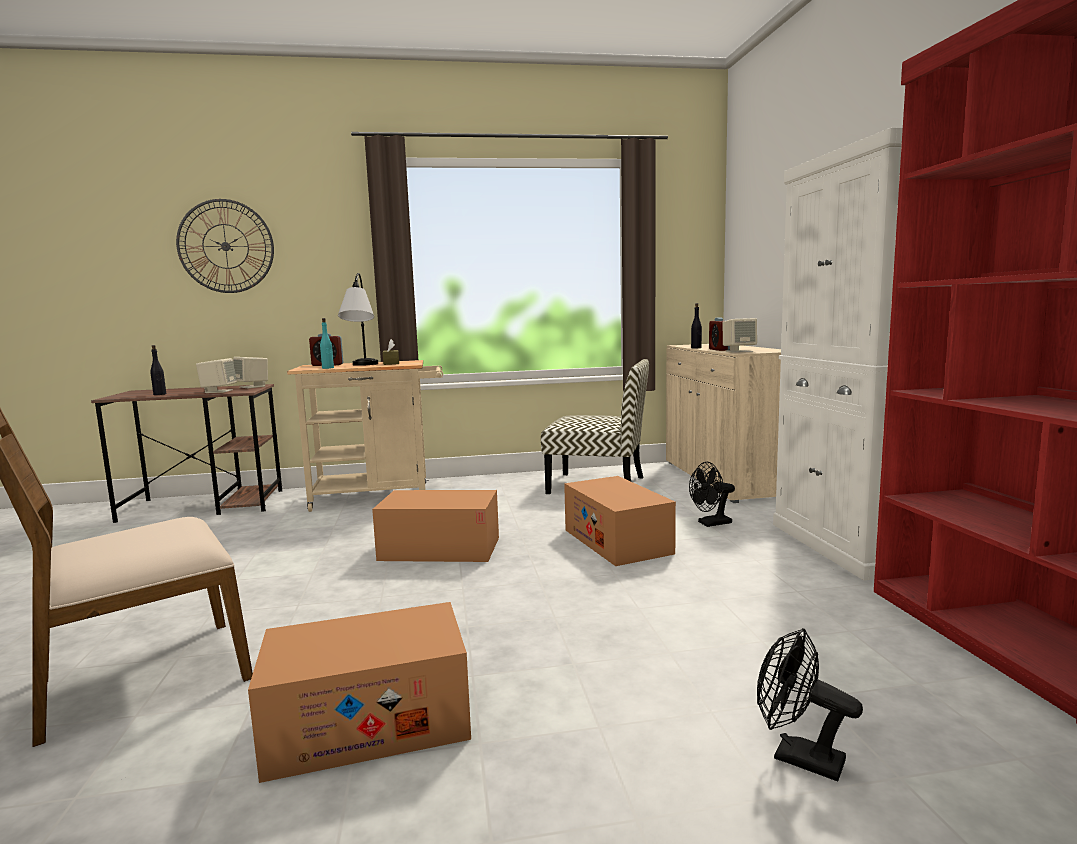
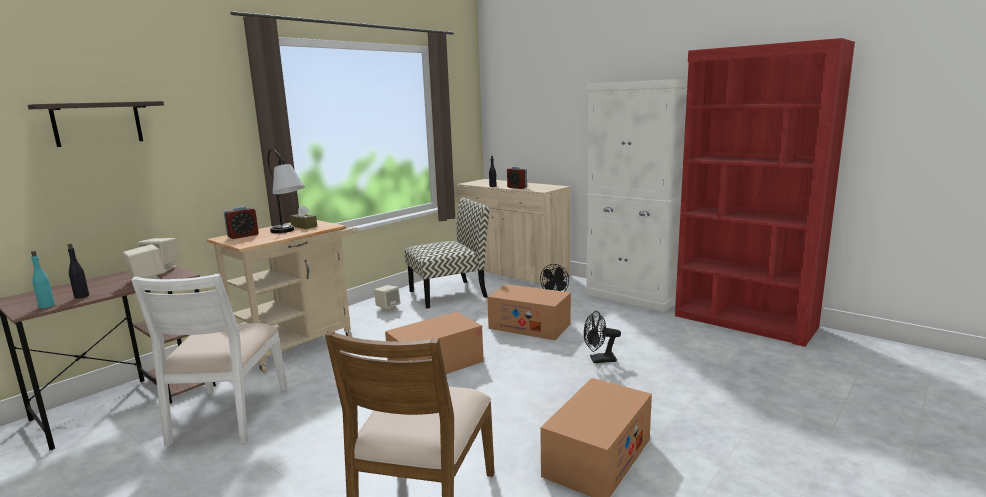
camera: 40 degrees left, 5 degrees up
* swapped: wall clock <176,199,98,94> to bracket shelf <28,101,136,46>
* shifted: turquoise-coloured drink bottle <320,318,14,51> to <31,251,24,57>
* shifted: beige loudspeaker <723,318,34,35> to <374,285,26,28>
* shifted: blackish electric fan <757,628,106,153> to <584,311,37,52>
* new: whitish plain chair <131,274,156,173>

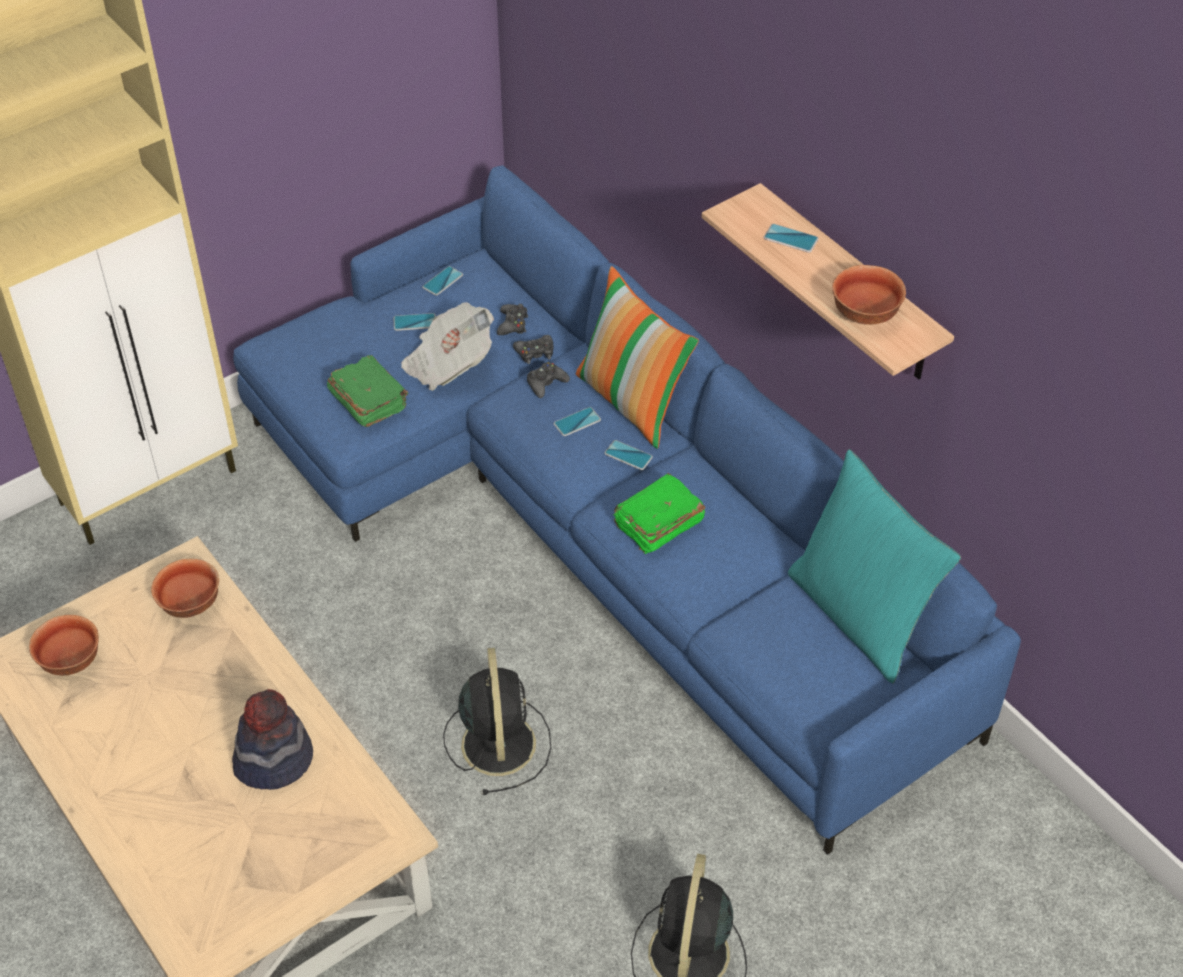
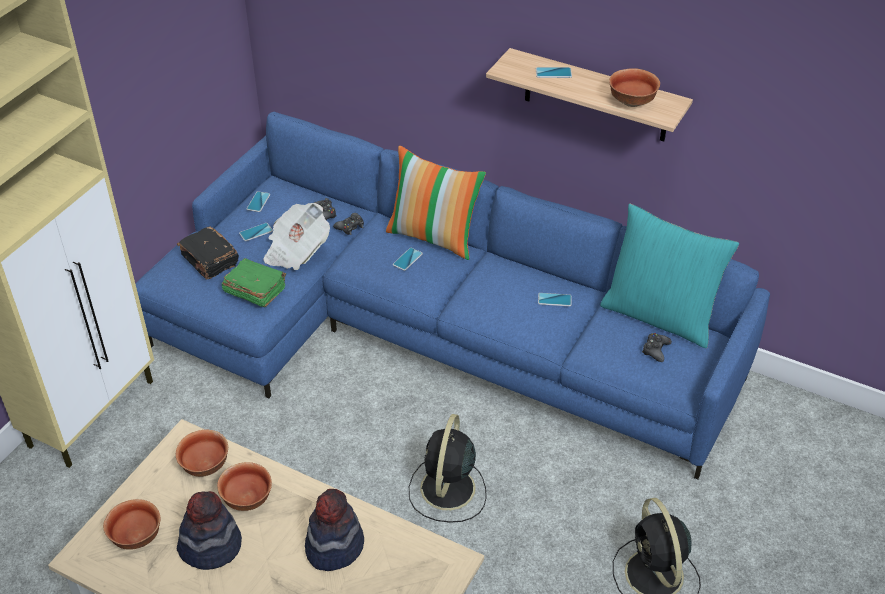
camera: 25 degrees left, 5 degrees down
* rotated: blackish electric fan <443,648,108,147> = <409,414,78,109> 135 degrees counterclockwise
* shifted: blackish joypad <527,362,43,36> to <642,333,30,29>
* shifted: phone <604,440,49,30> to <538,293,34,13>
* gone: green-coloured bound book <614,473,91,81>
* new: blackish bound book <177,227,62,53>
* new: hat <177,491,65,79>
* new: bowl <217,462,55,49>

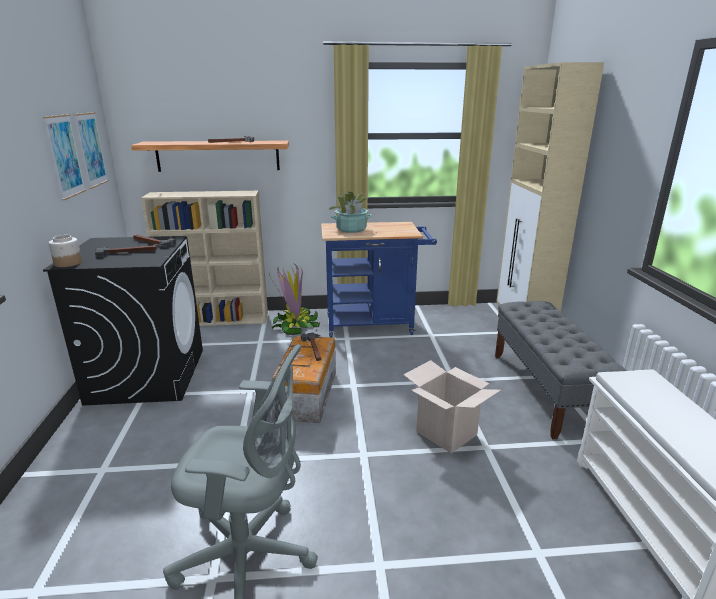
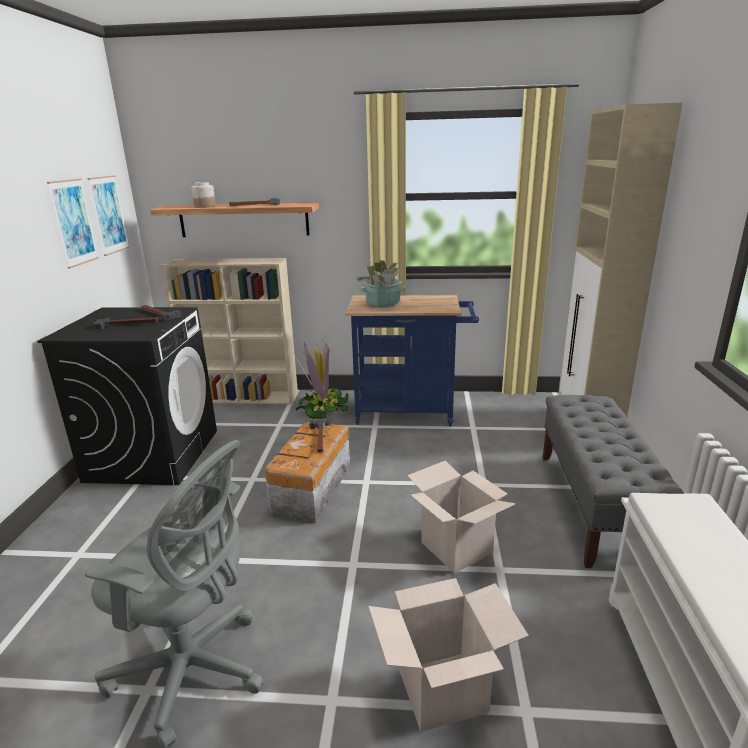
camera: 10 degrees right, 0 degrees up
* shifted: storage jar <49,235,33,32> to <191,182,25,26>
* new: cardboard box <368,578,161,154>

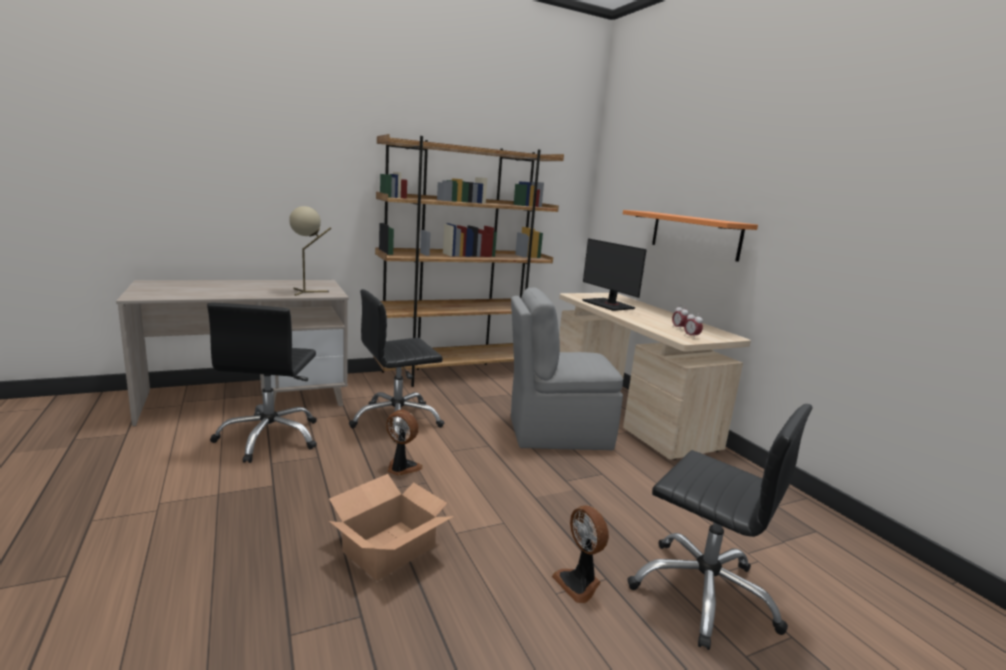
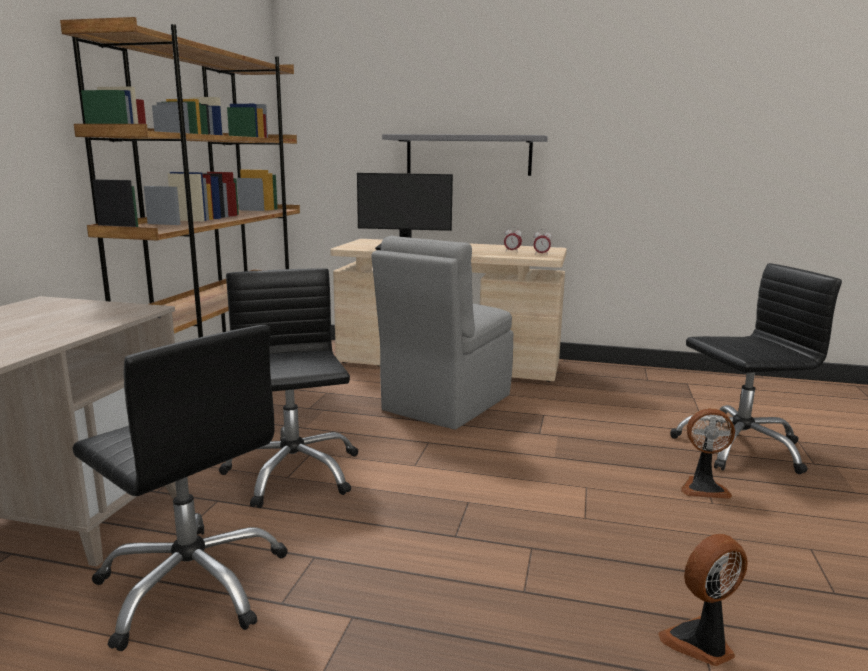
camera: 50 degrees left, 0 degrees up
* gone: beige lamp for a table <289,206,42,90>
* gone: cardboard box <329,474,125,107>
* rotated: blackish office chair <349,289,95,153> = <219,268,139,240> 150 degrees clockwise
* shifted: electric fan <386,410,37,66> to <658,534,90,132>
* repainted: orange-coloured bracket shelf <623,210,135,52> to gray bracket shelf <382,134,166,42>

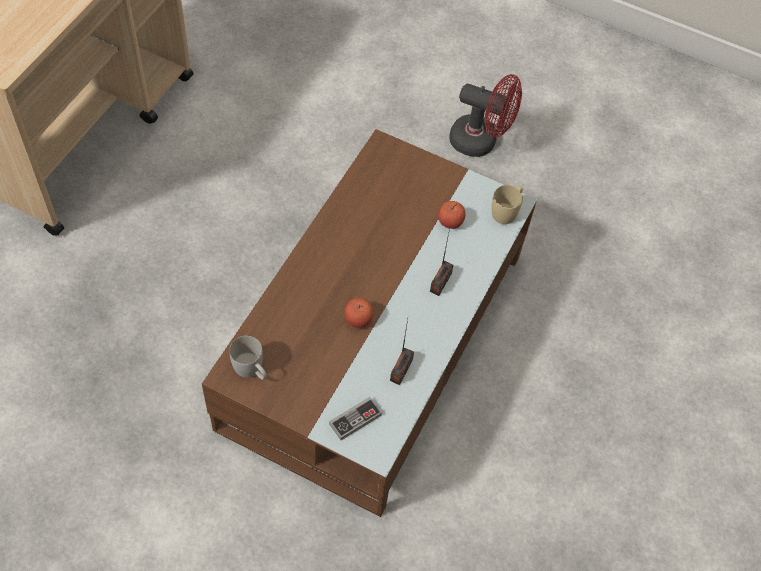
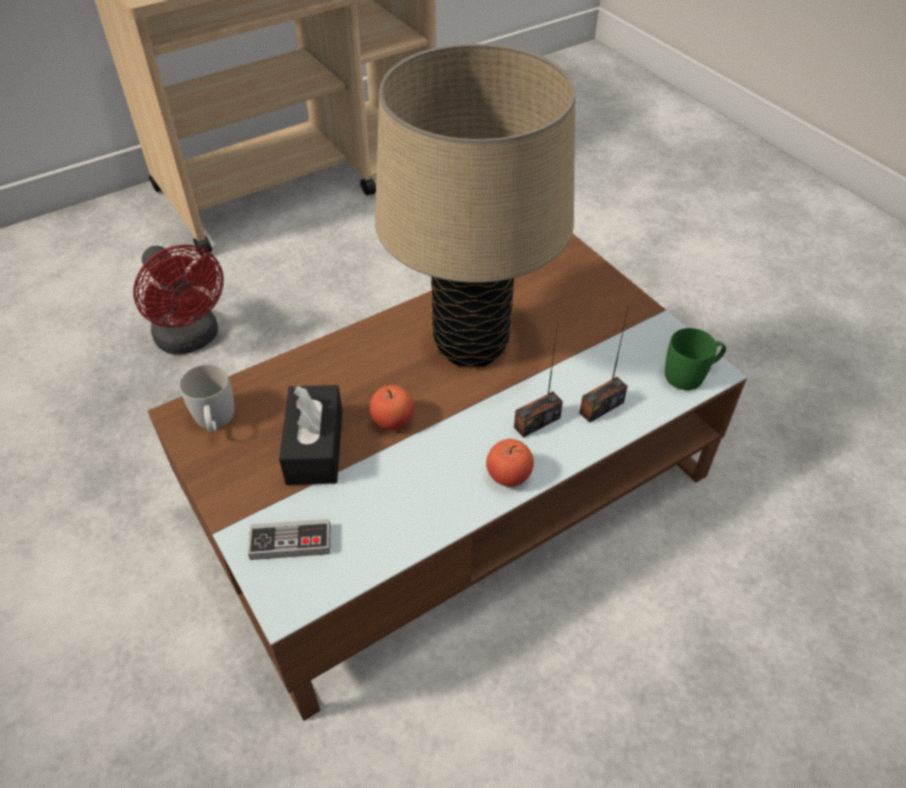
camera: 35 degrees right, 10 degrees down
* shifted: radio set <390,319,24,66> to <579,309,49,114>
* shifted: whole apple <438,201,27,28> to <486,439,48,48>
* shifted: red electric fan <449,74,73,83> to <133,244,91,110>
* repainted: beige mug <492,185,31,39> to green-coloured mug <665,328,61,62>
* new: blackish box of tissues <279,385,63,100>
* new: beige lamp for a table <375,43,200,324>

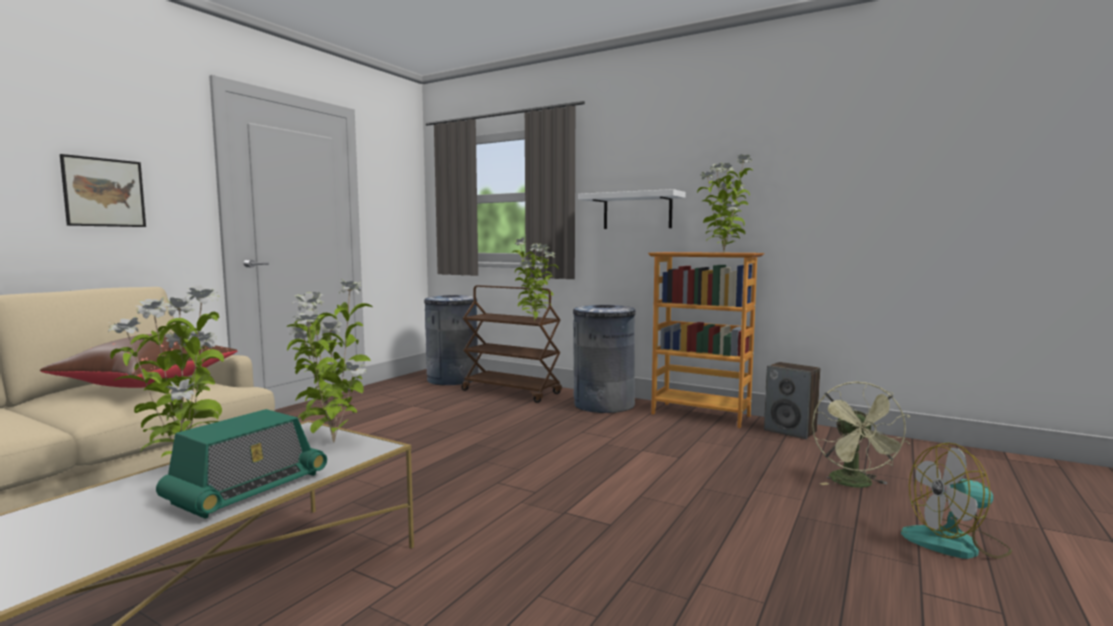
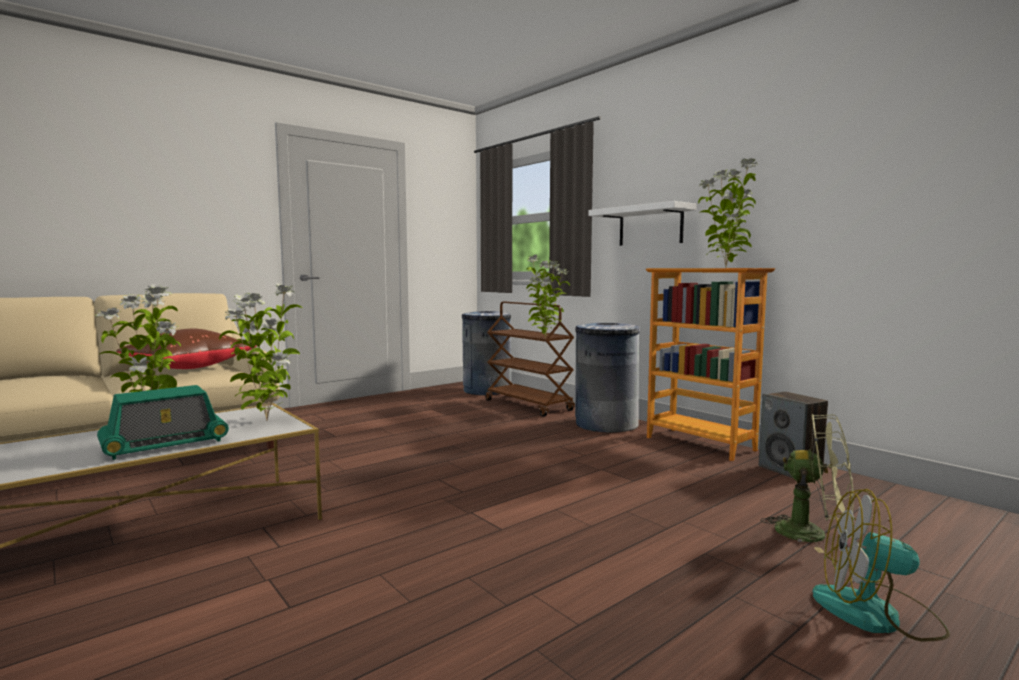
camera: 20 degrees right, 0 degrees up
* gone: wall art <60,154,86,73>
* rotated: green-coloured electric fan <812,381,98,107> = <760,414,94,139> 90 degrees counterclockwise

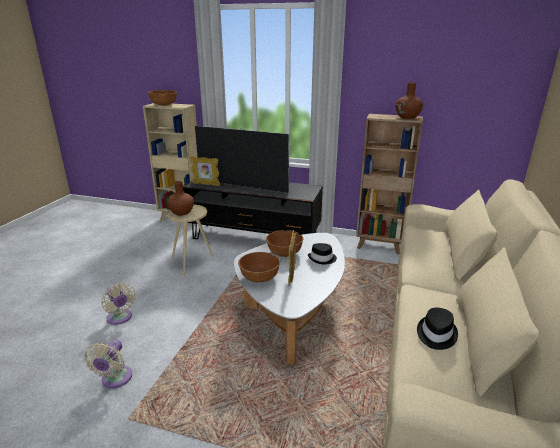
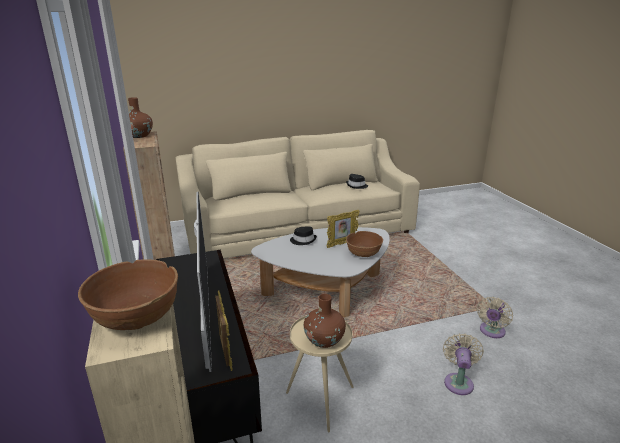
camera: 125 degrees left, 0 degrees up
* rotated: beige electric fan <84,339,48,49> = <477,297,36,41> 150 degrees clockwise
* gone: brown-coloured bowl <266,230,37,27>

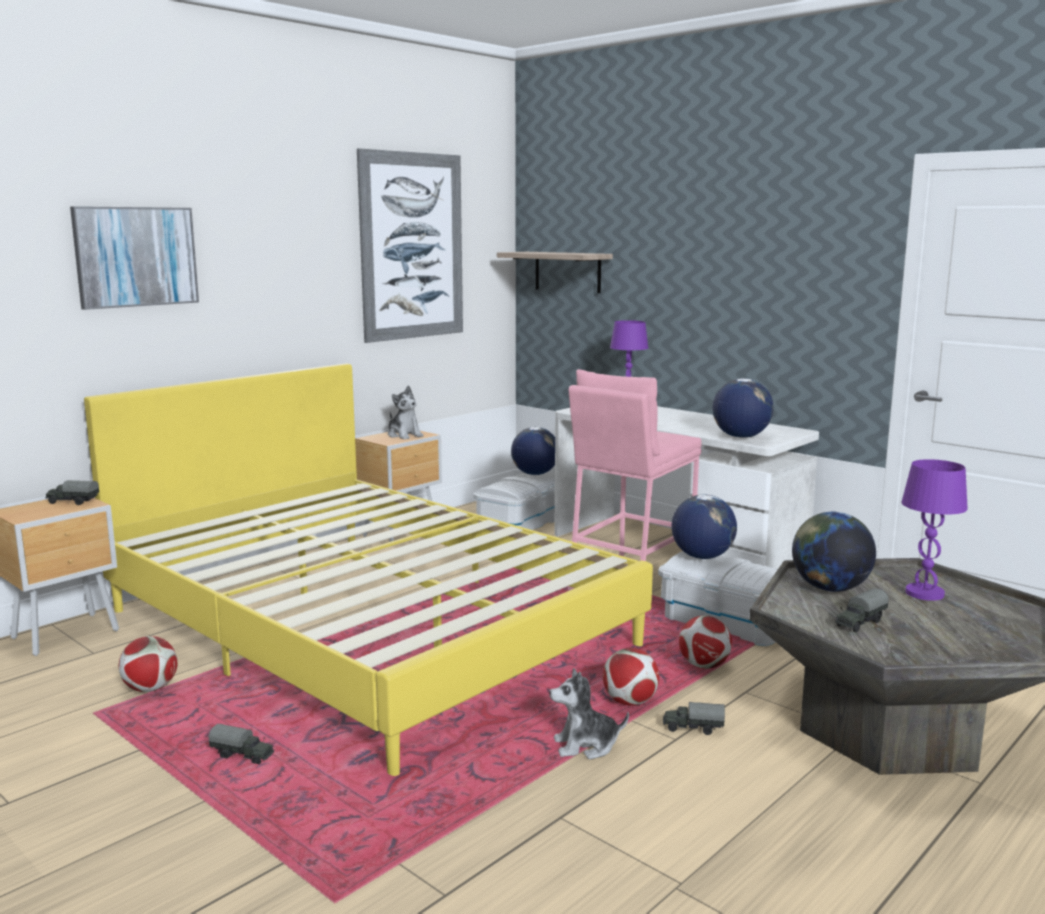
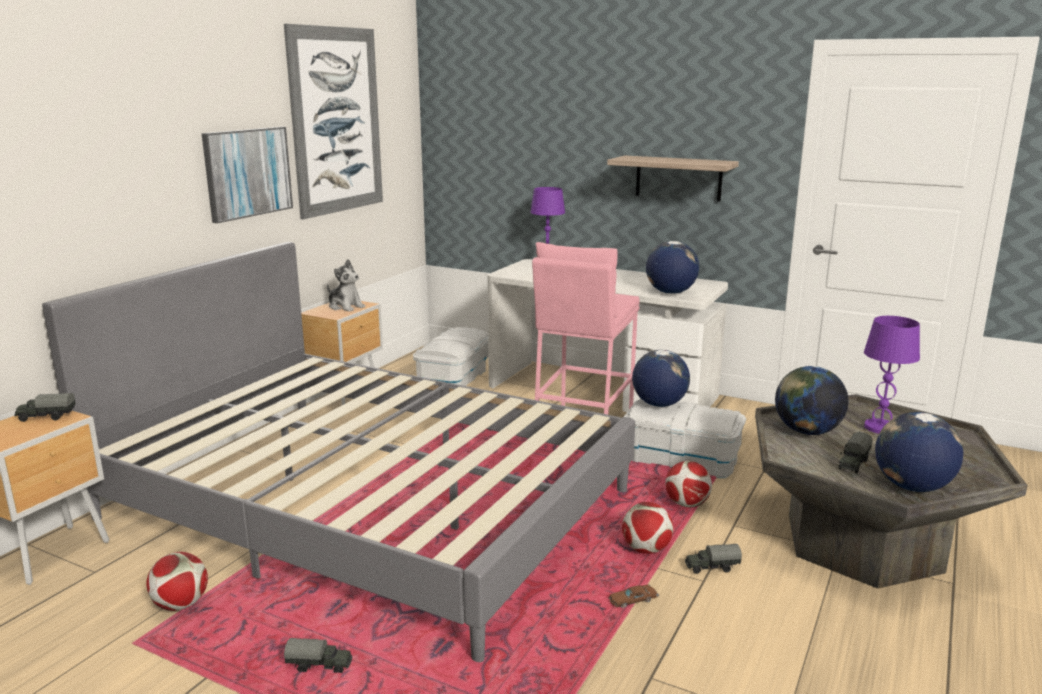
camera: 15 degrees left, 5 degrees up
* shifted: wall art <70,206,129,104> to <202,127,91,96>
* repainted: yellow-coloured bedroom bed <84,363,569,413> to gray bedroom bed <42,242,593,420>
* shifted: bracket shelf <497,252,116,41> to <607,155,132,46>
* shifted: world globe <511,427,44,48> to <875,412,88,80>
* swapped: plush toy <549,668,80,92> to brown-coloured miniature car <608,585,51,23>

